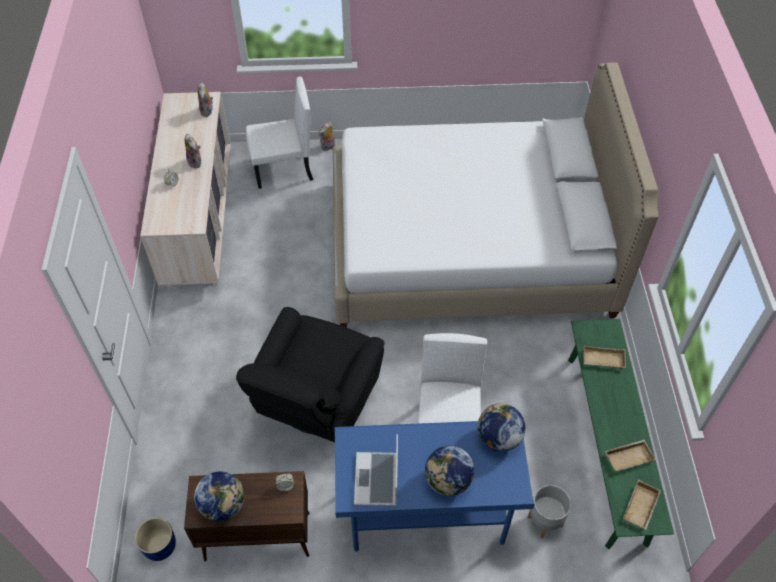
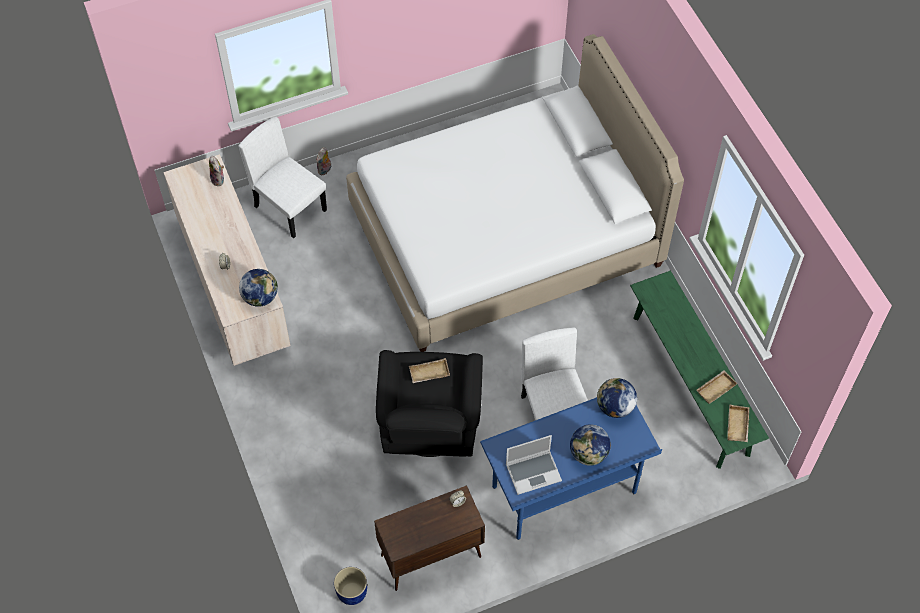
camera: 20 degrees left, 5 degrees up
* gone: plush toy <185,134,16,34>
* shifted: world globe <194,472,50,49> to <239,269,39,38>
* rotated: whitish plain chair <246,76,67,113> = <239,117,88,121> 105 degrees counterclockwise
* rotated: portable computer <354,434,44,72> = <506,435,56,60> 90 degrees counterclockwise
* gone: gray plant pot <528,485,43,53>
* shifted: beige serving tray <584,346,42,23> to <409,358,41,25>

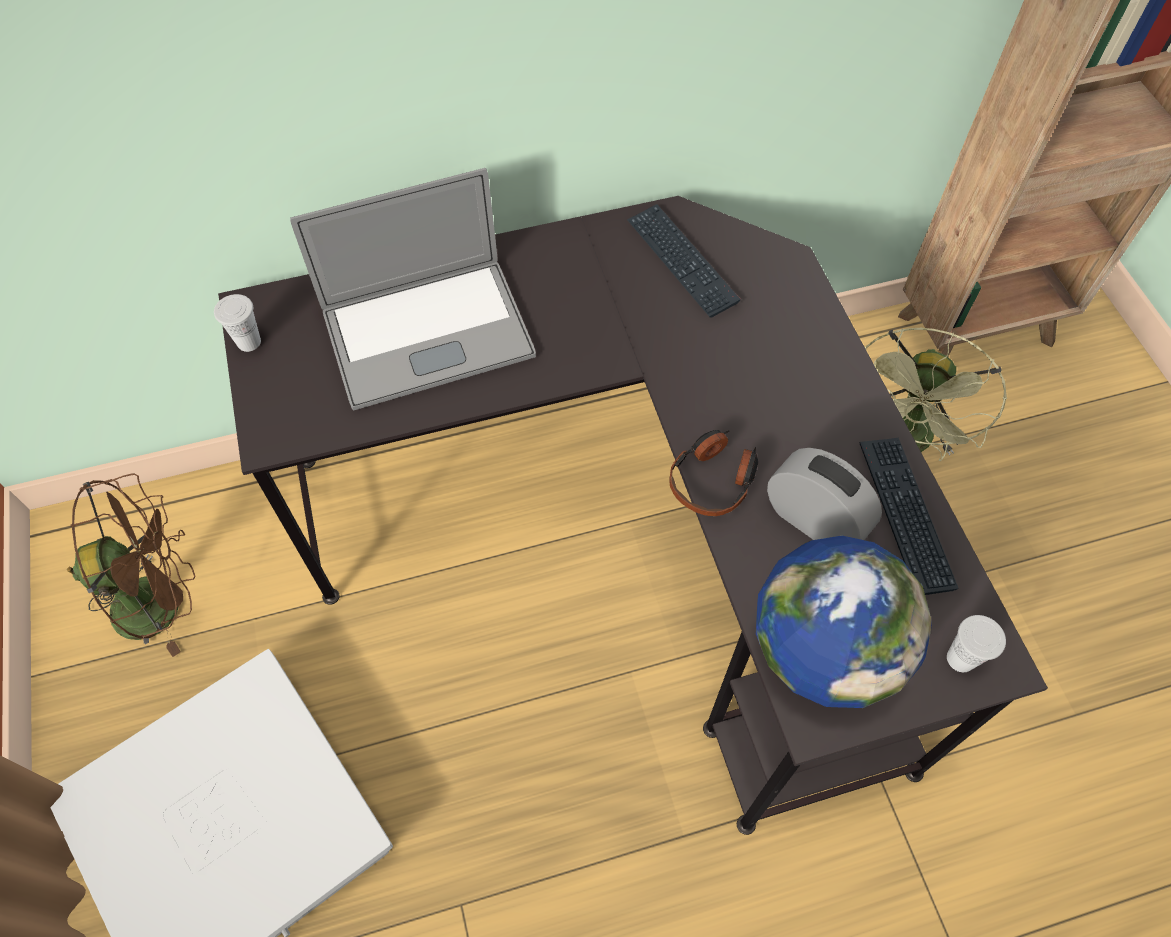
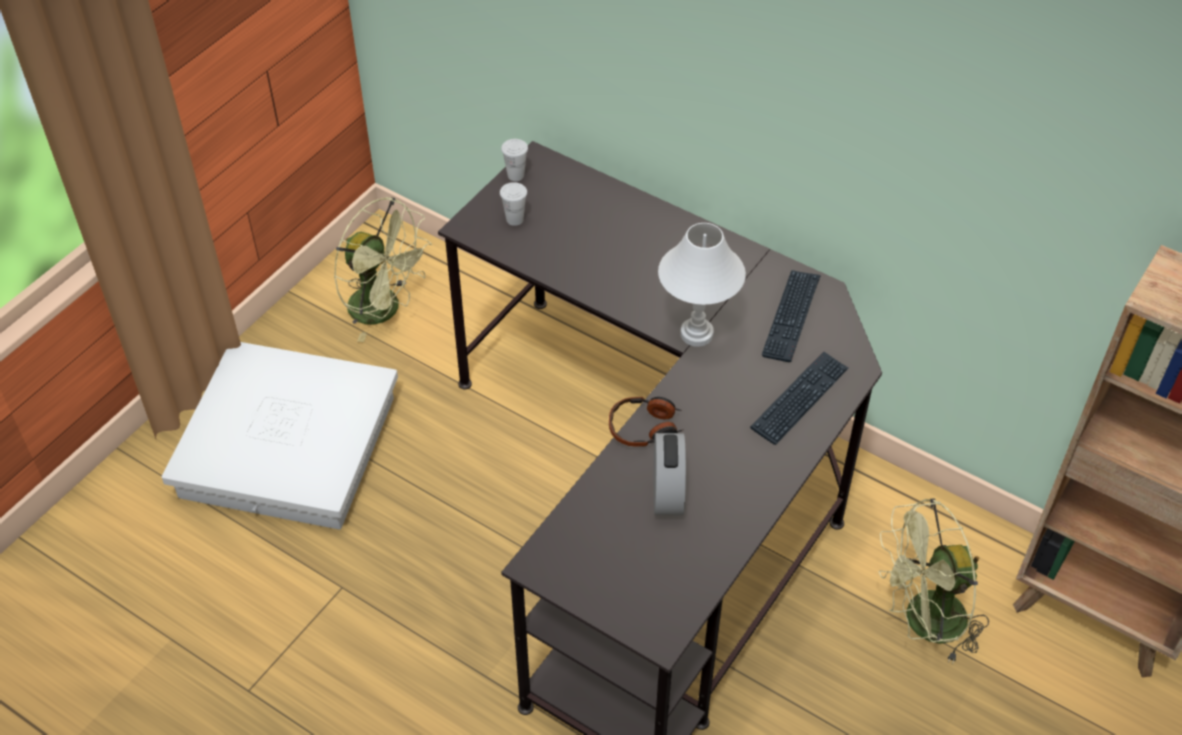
camera: 50 degrees right, 10 degrees down
* repainted: brown-coloured electric fan <67,474,129,183> to green-coloured electric fan <334,197,98,145>
* gone: portable computer <290,168,246,243>
* gone: world globe <756,536,176,172>
* shifted: PC keyboard <860,438,99,157> to <750,351,98,94>
* shifted: whitish drinking cup <947,615,59,57> to <500,182,27,44>
* new: whitish lamp for a table <658,223,88,124>

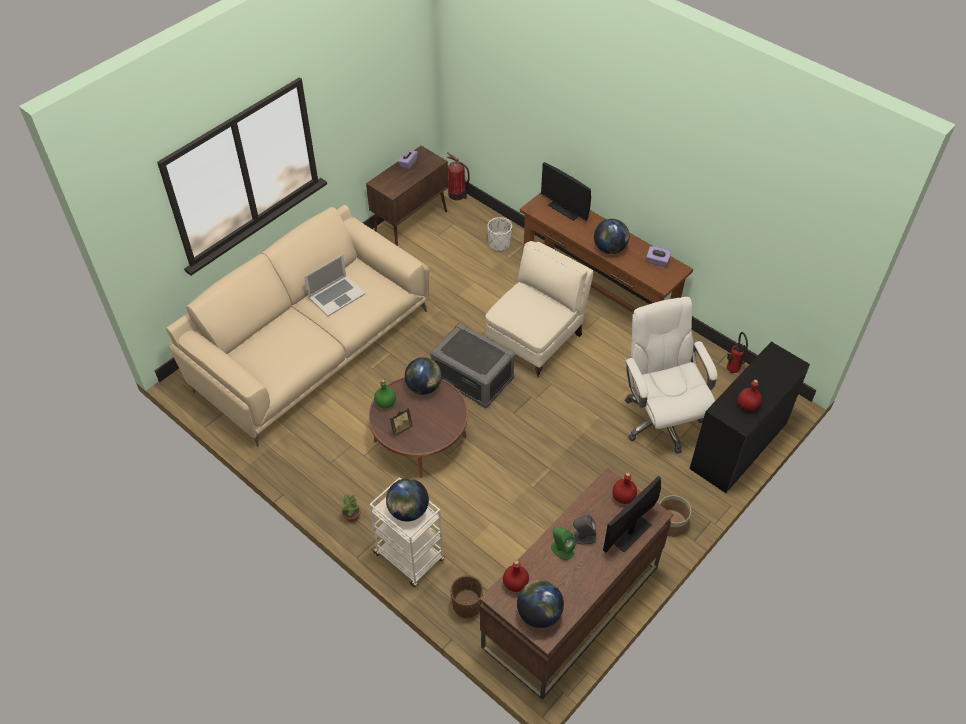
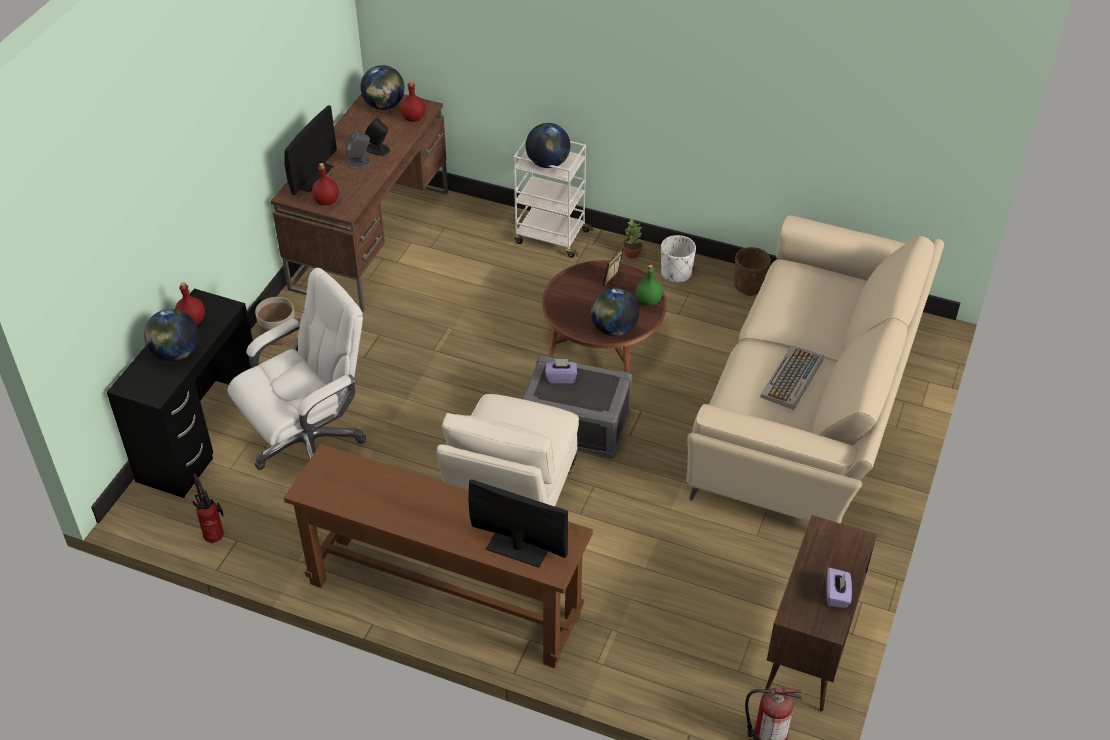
camera: 160 degrees right, 5 degrees down
* swapped: portable computer <304,254,61,63> to PC keyboard <761,345,63,65>
* shifted: brown-coloured plant pot <450,575,33,43> to <734,247,37,49>
* shifted: whitish plant pot <487,217,25,35> to <661,235,35,48>
* repainted: green-coloured loudspeaker <551,527,25,33> to blackish loudspeaker <365,118,25,38>
* shifted: world globe <594,219,35,35> to <144,309,55,52>
* rotated: whitish office chair <624,297,94,157> = <227,267,139,203> 90 degrees counterclockwise
* shifted: purplish box of tissues <646,246,26,21> to <545,358,32,26>

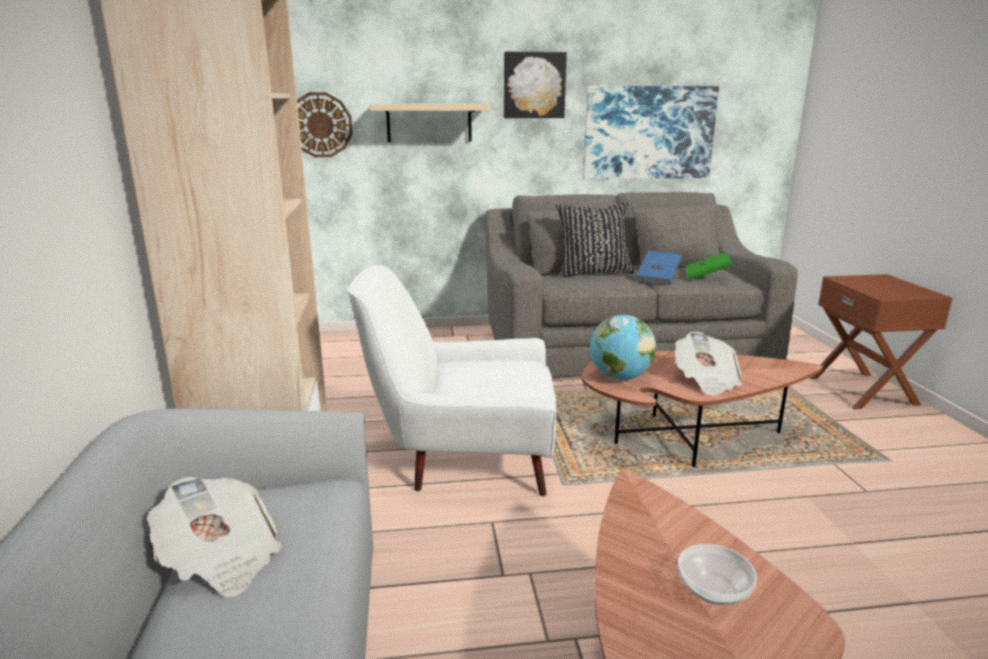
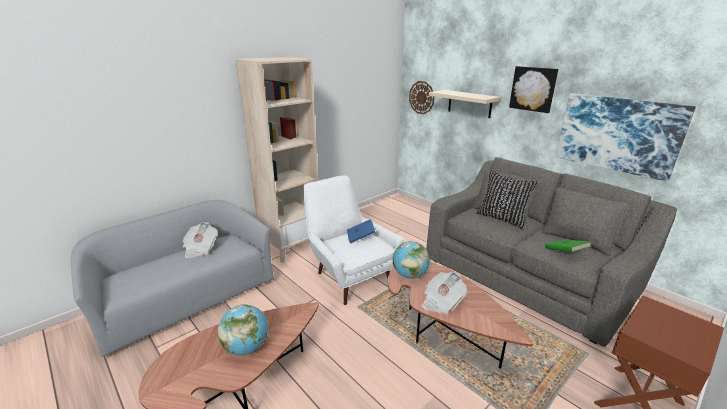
camera: 55 degrees right, 5 degrees up
* shifted: blue-coloured bound book <637,251,44,34> to <347,219,28,24>
* swapped: bowl <678,544,79,61> to world globe <218,304,50,51>

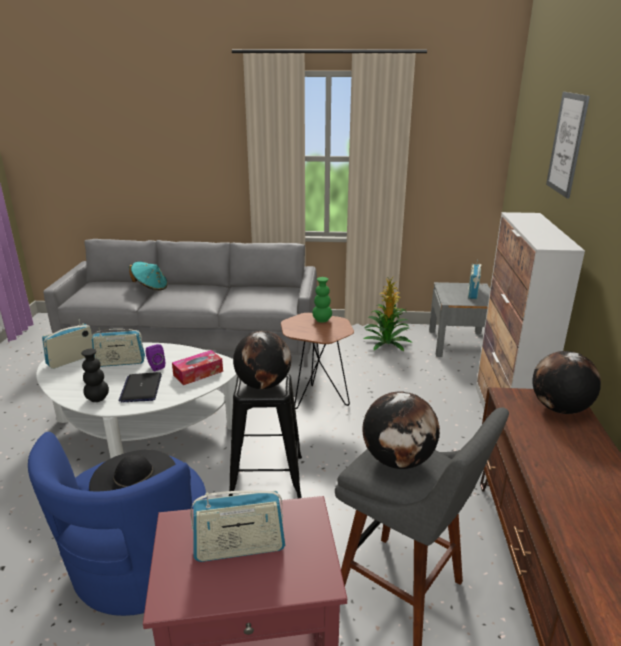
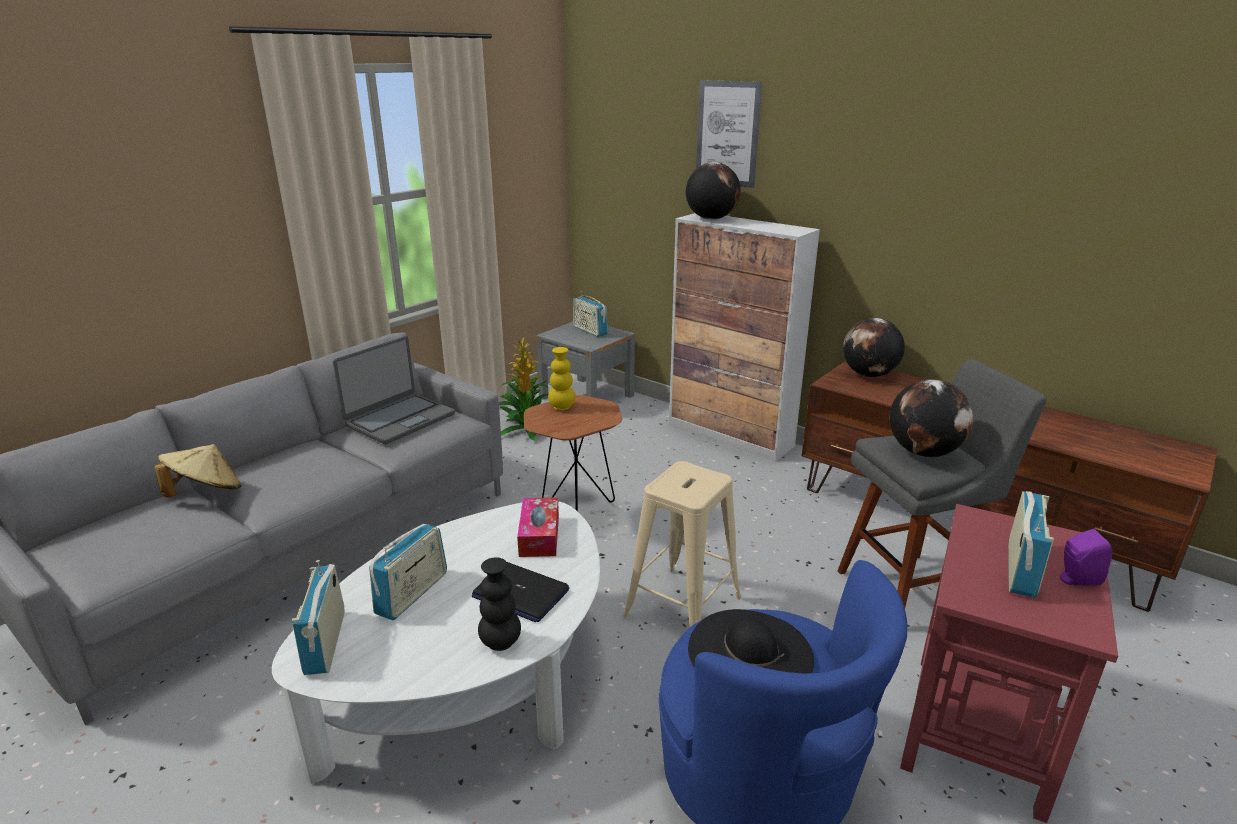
camera: 55 degrees left, 0 degrees up
* repainted: turquoise-coloured hat <129,261,39,30> to beige hat <154,444,87,54>
* shifted: purplish loudspeaker <145,344,20,27> to <1060,529,52,57>
* repainted: blackish stool <229,374,73,124> to beige stool <623,461,119,166>
* shifted: world globe <233,331,58,58> to <686,162,55,58>
* repainted: green-coloured vase <312,277,20,46> to yellow-coloured vase <548,347,28,63>
* new: portable computer <333,336,122,108>

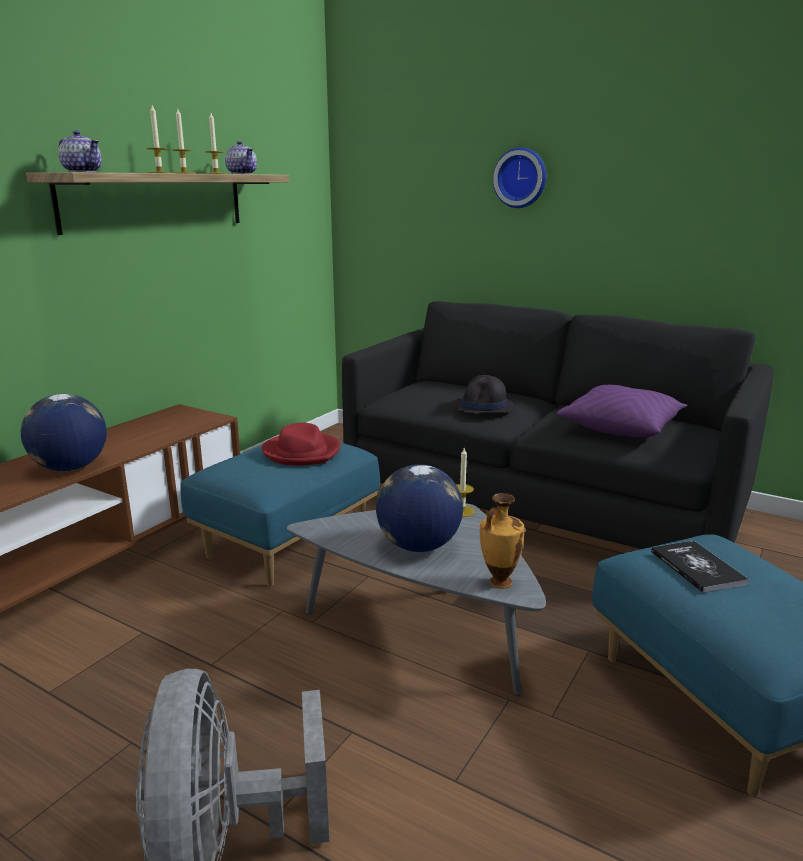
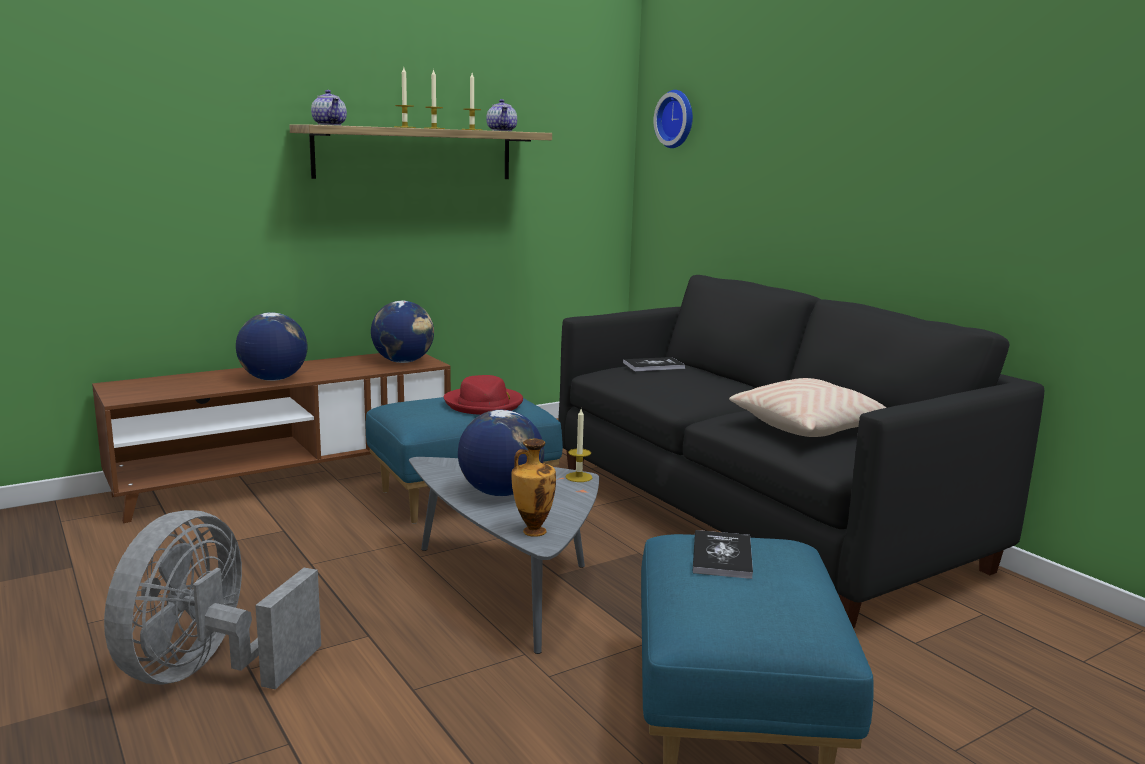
camera: 25 degrees right, 5 degrees down
* gone: blackish hat <452,375,63,39>
* shifted: wall clock <493,147,53,61> to <653,90,40,58>
* repainted: purplish cushion <556,385,131,52> to beige cushion <729,378,157,59>
* new: world globe <371,301,63,62>
* new: bound book <623,357,62,14>

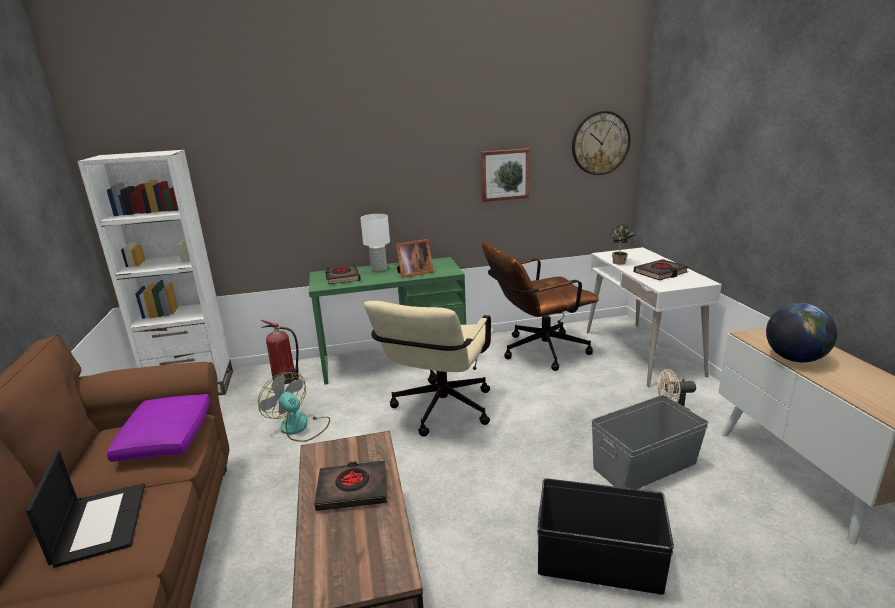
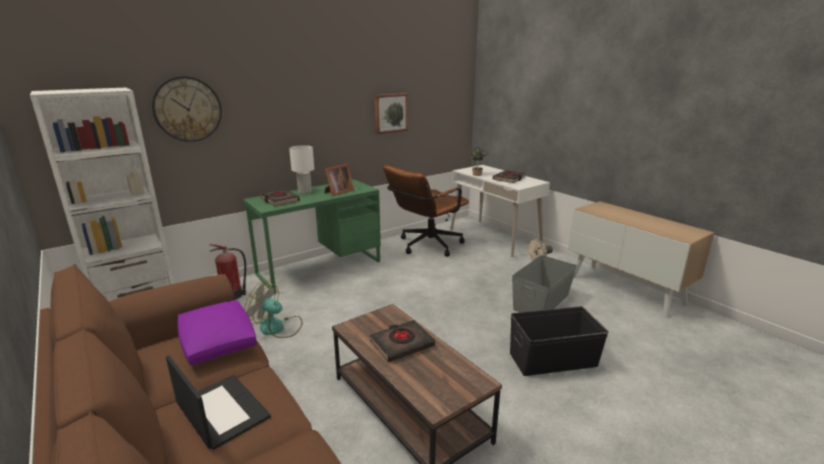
camera: 25 degrees left, 0 degrees up
* gone: beige office chair <364,301,129,136>
* shifted: wall clock <572,111,58,64> to <152,76,70,66>
* gone: world globe <766,303,71,59>

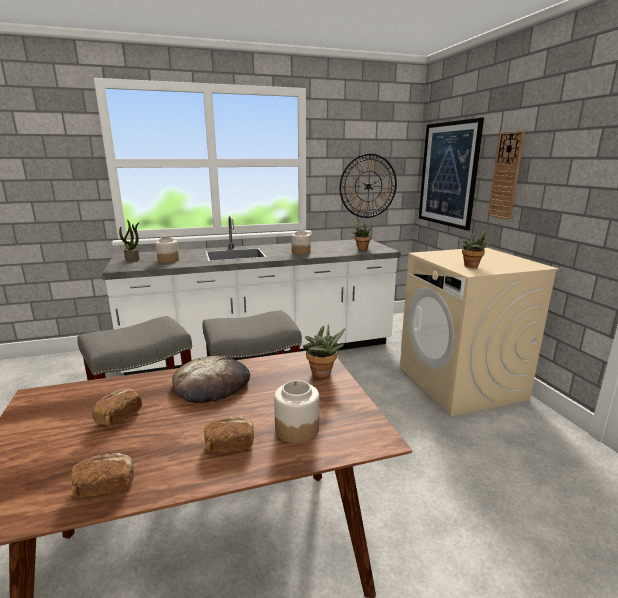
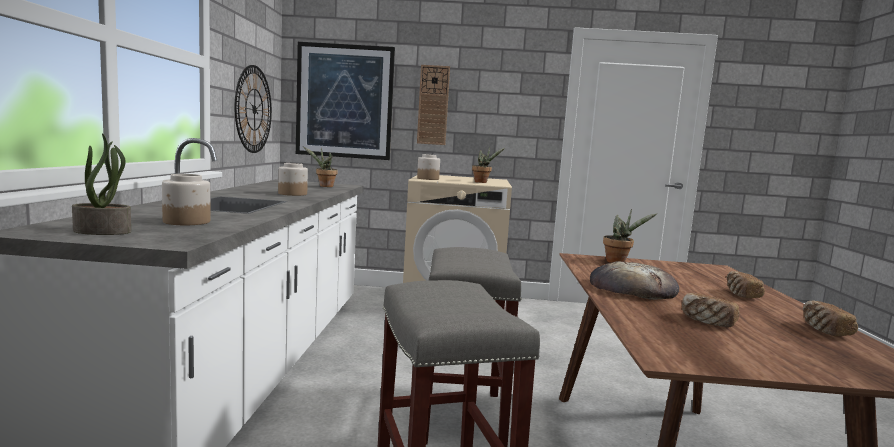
camera: 70 degrees left, 10 degrees down
* shifted: storage jar <274,380,45,63> to <417,154,23,26>

